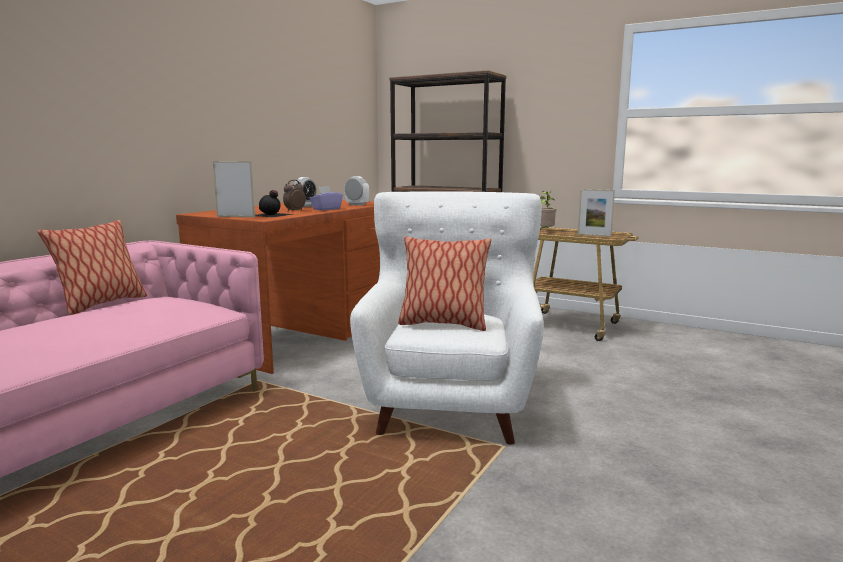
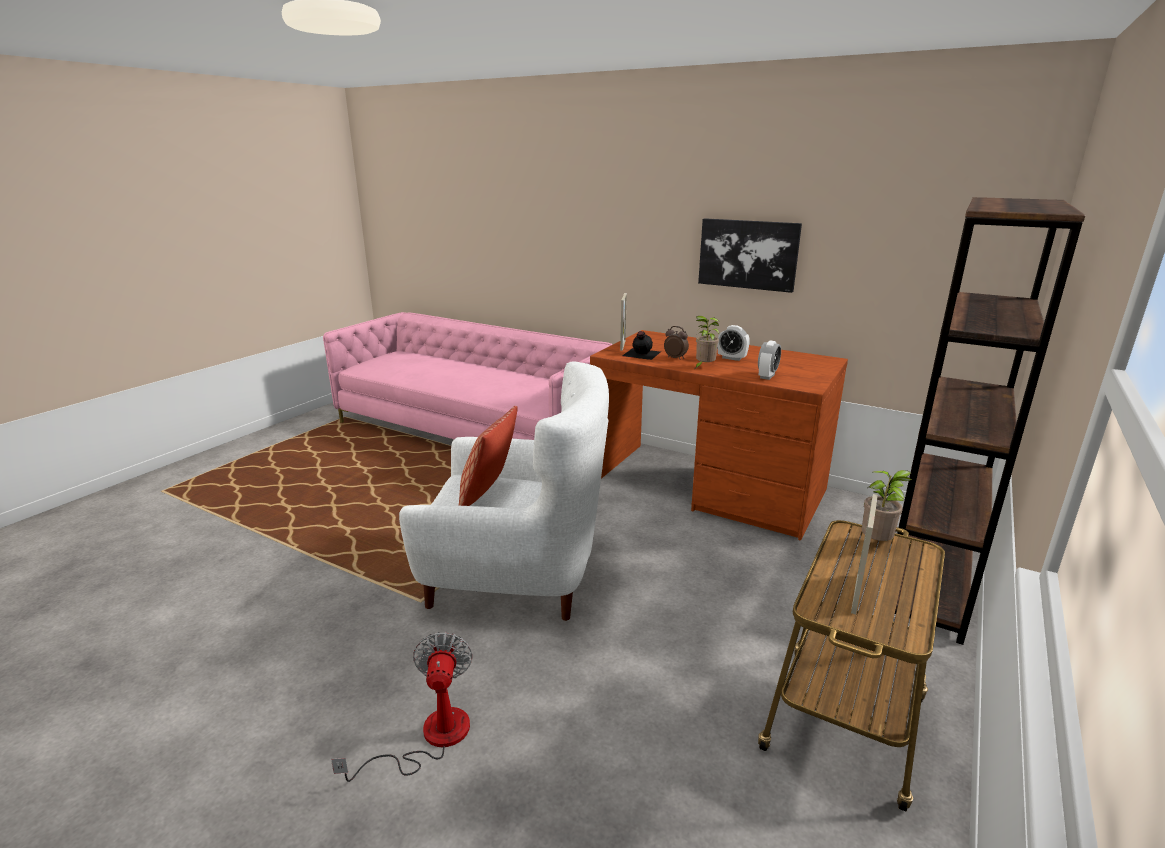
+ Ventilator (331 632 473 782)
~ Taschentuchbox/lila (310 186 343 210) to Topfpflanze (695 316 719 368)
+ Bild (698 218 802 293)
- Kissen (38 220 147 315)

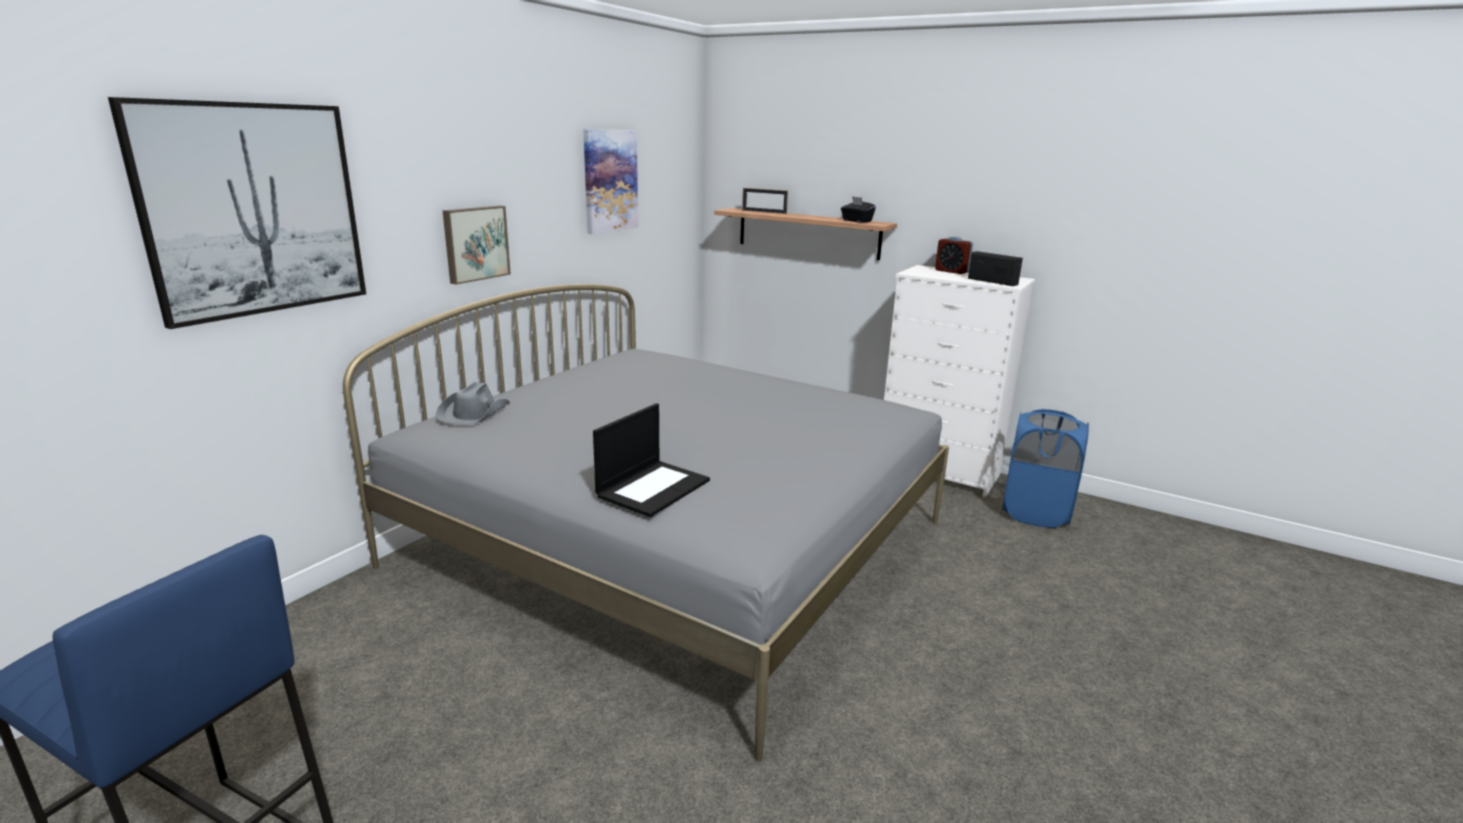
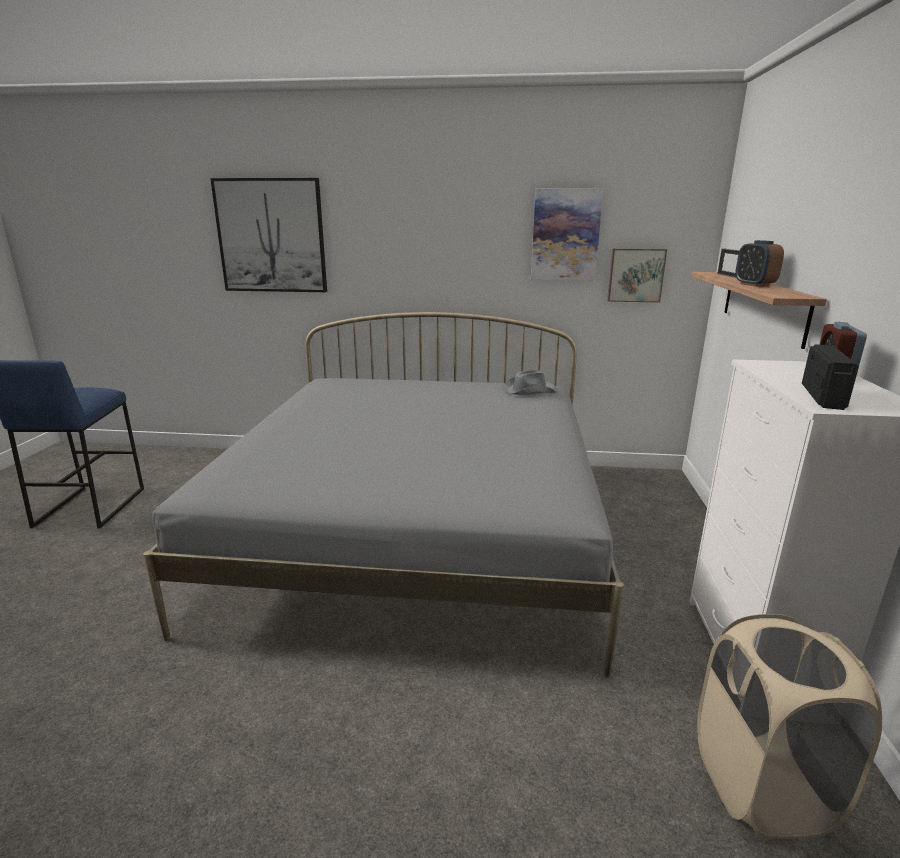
~ Hut/grau (436 382 511 425) to (501 370 558 395)
~ Bild (442 205 511 285) to (607 248 667 303)
~ Wäschekorb/blau (1002 409 1089 528) to Wäschekorb/beige (697 614 882 839)
+ Wecker (735 240 784 287)
- Laptop (593 403 710 517)
- Taschentuchbox/schwarz (841 196 876 223)

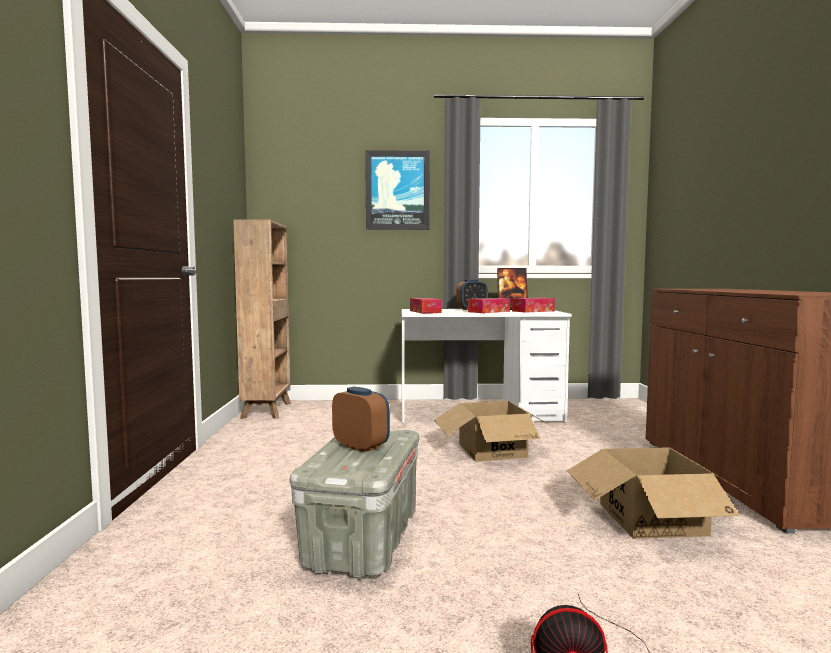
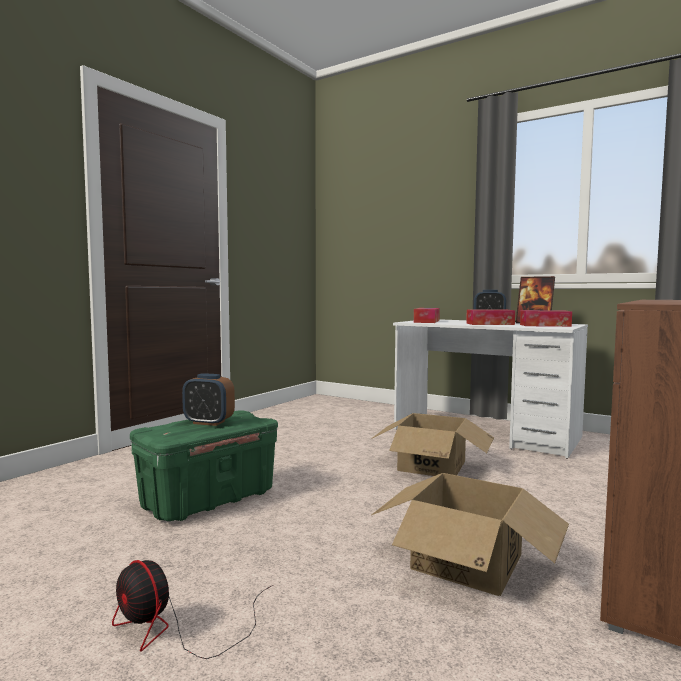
~ Aufbewahrungsbox/grau (290 430 419 579) to Aufbewahrungsbox/grün (130 410 278 521)
~ Wecker (332 386 390 453) = (182 374 235 426) 120 degrees clockwise
- Bücherregal/braun (233 219 291 419)
- Bild (365 150 430 230)

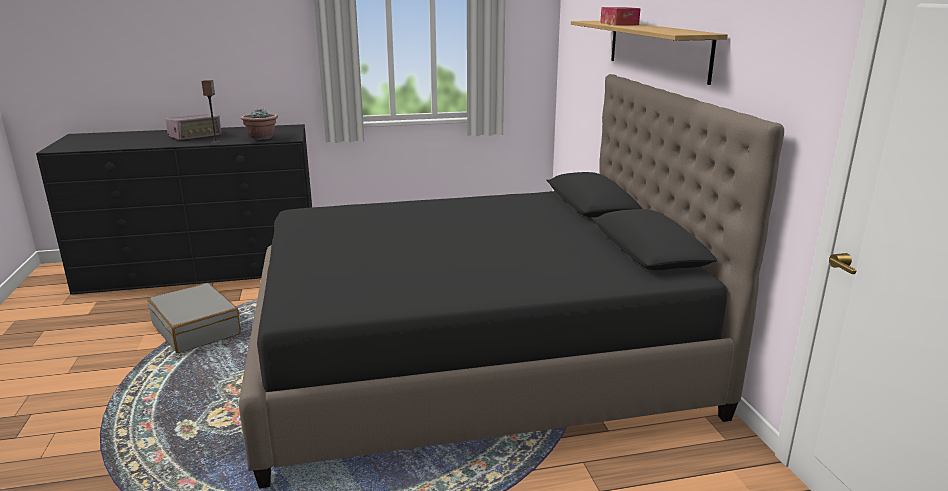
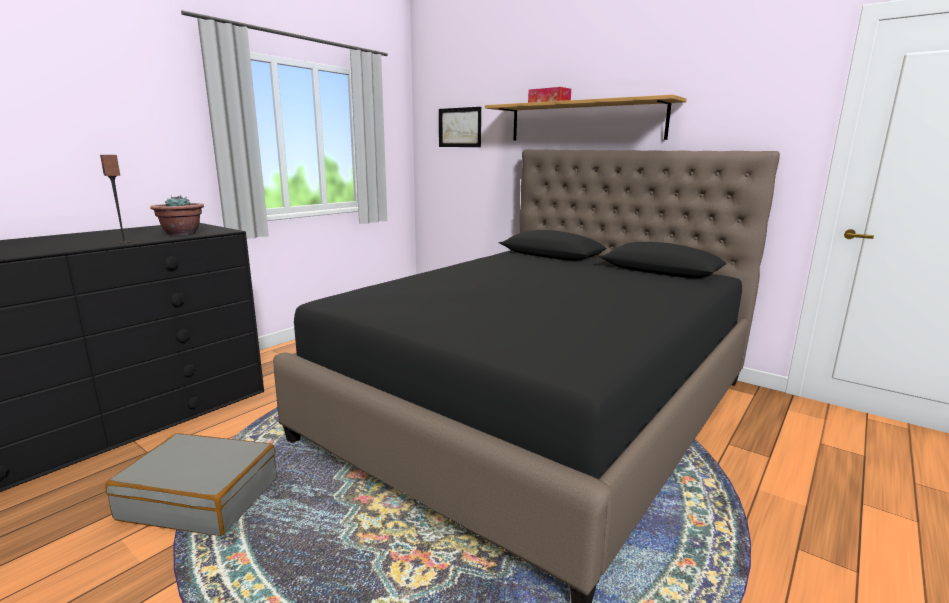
+ Bild (439 107 481 147)
- Radio (165 114 221 140)

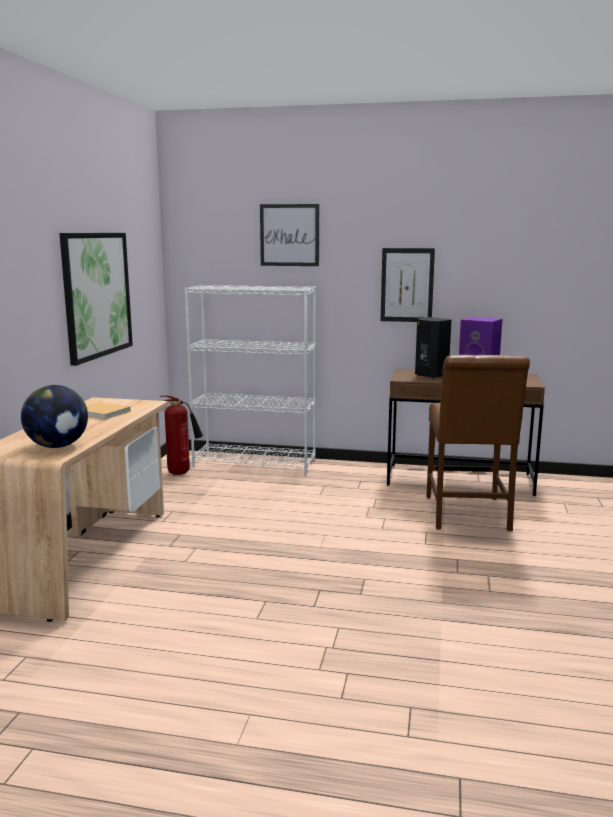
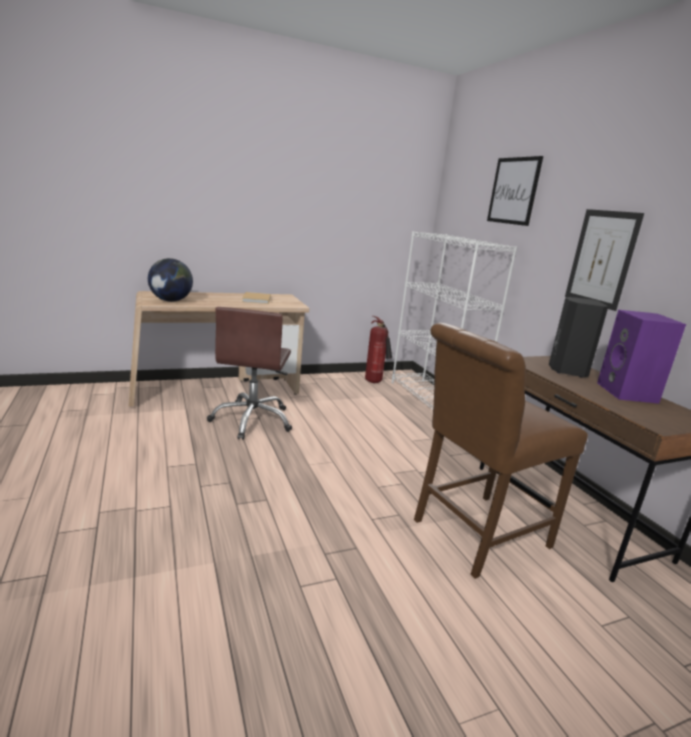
+ Bürostuhl/braun (207 307 292 440)
- Bild (59 233 133 366)

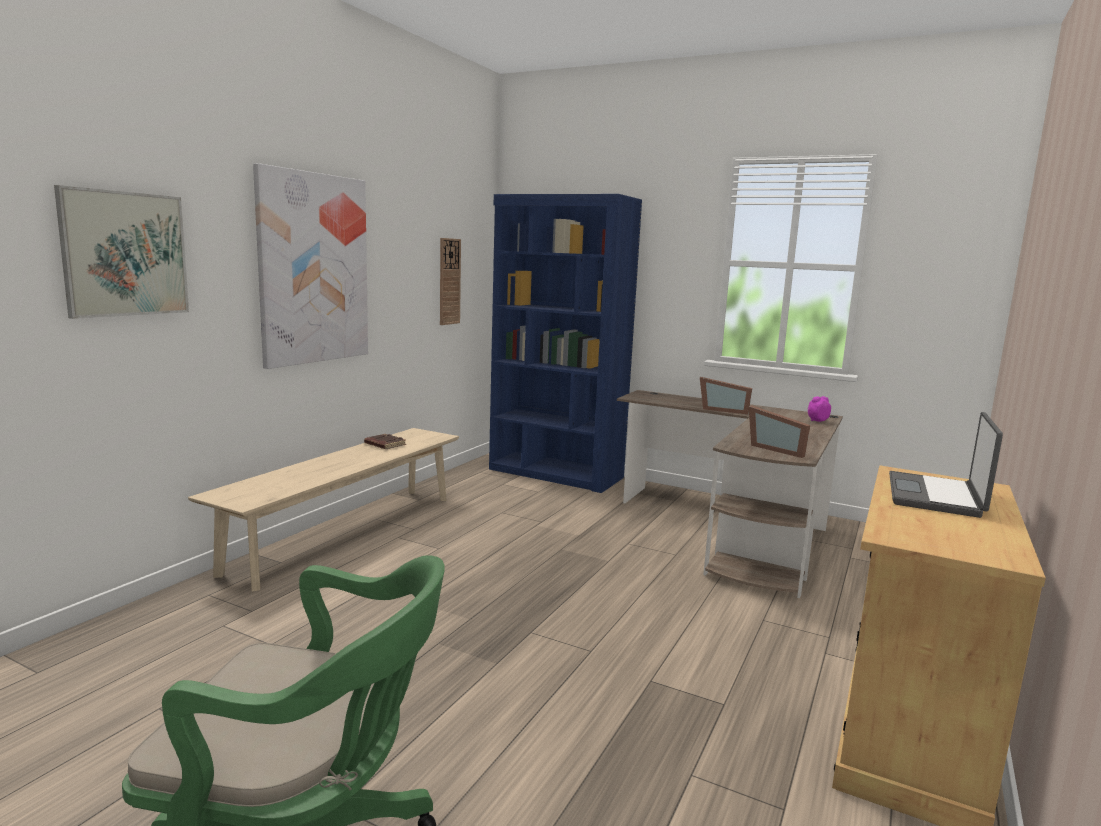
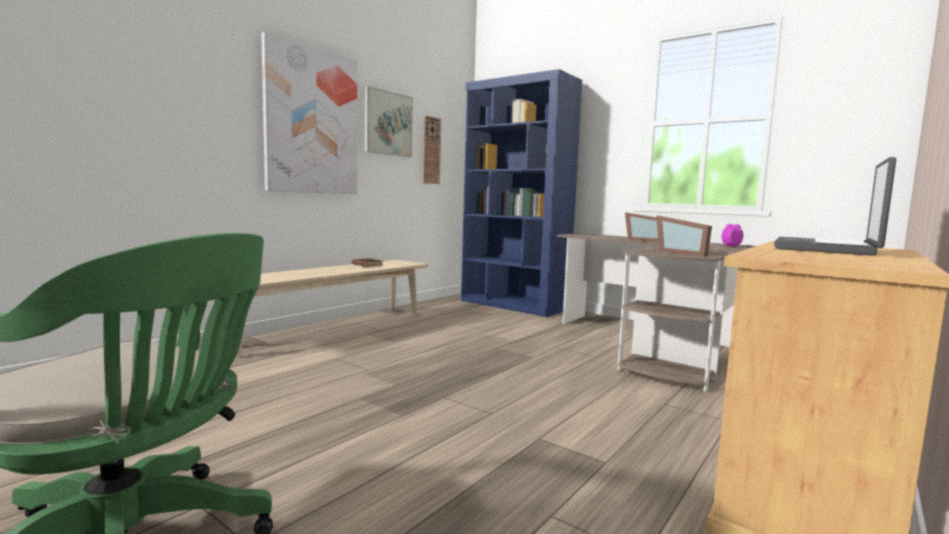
~ Bild (54 185 189 319) to (365 86 413 157)

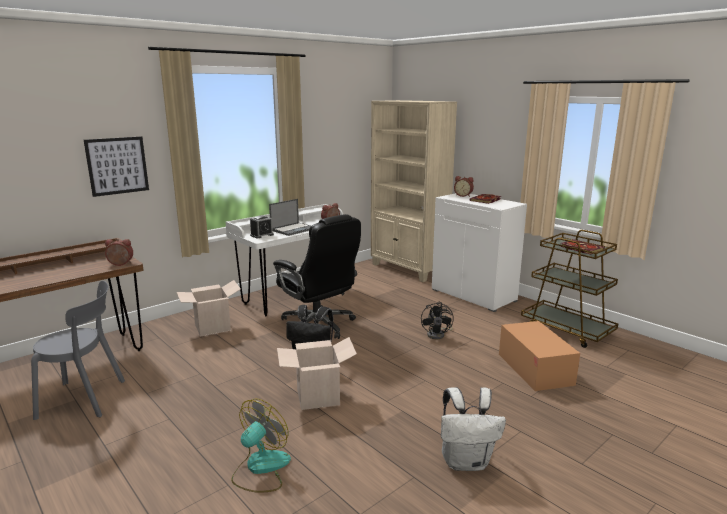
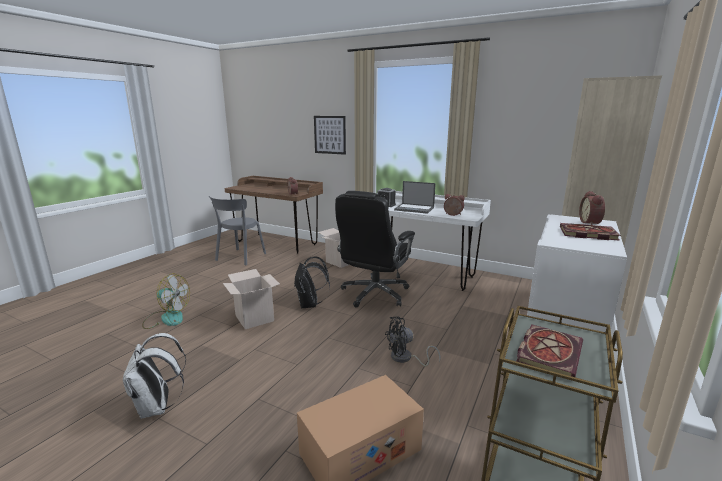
~ Stuhl/grau (31 281 125 420) = (209 196 266 265) 45 degrees clockwise

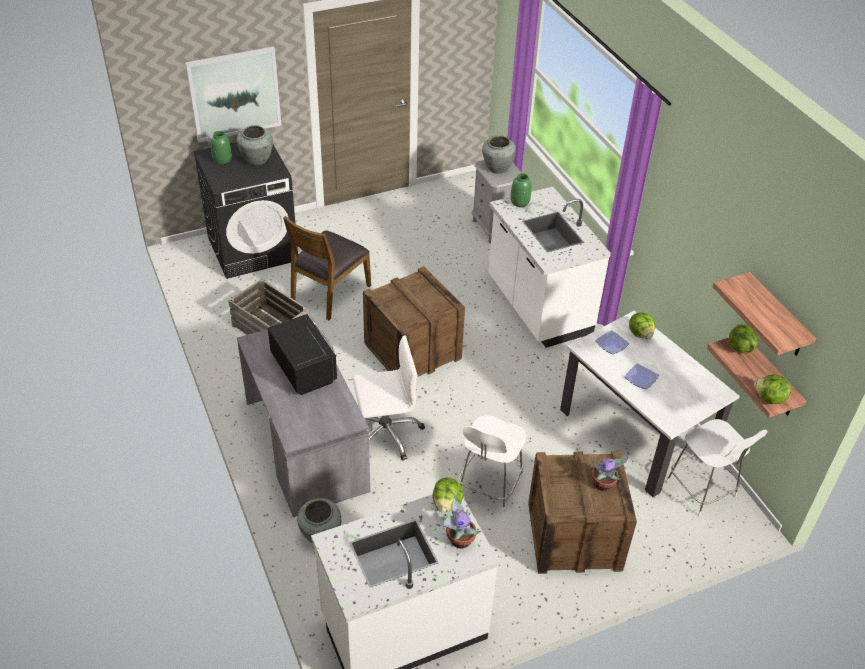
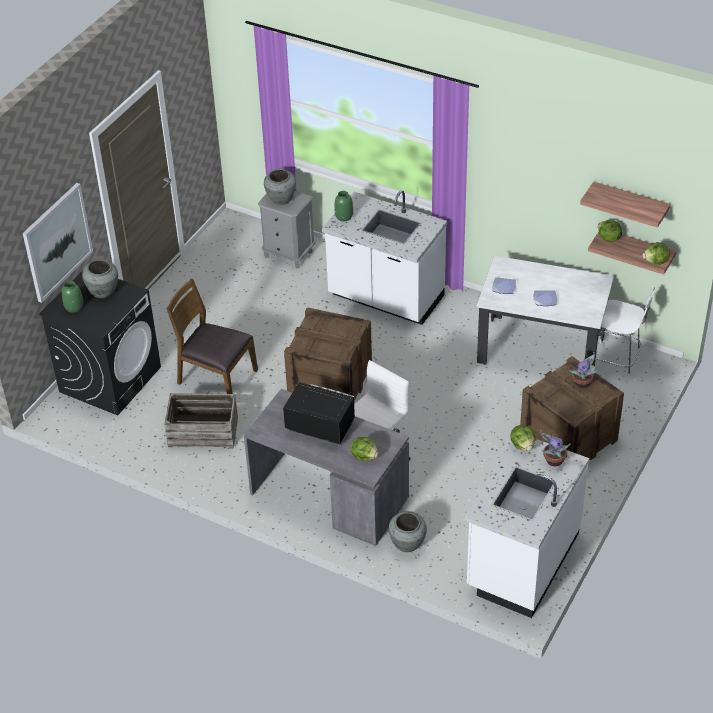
~ Stuhl/braun (283 216 371 320) = (166 279 258 394) 120 degrees clockwise
~ Salatkopf (629 312 655 339) to (351 437 379 461)
- Stuhl/weiß (459 415 526 512)

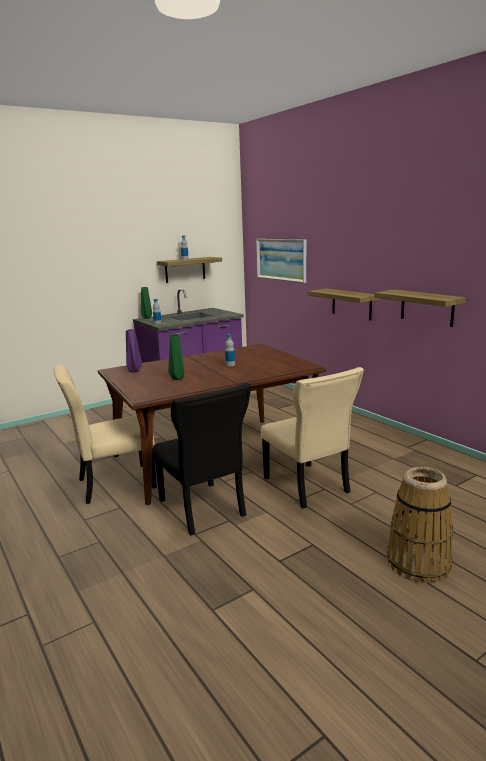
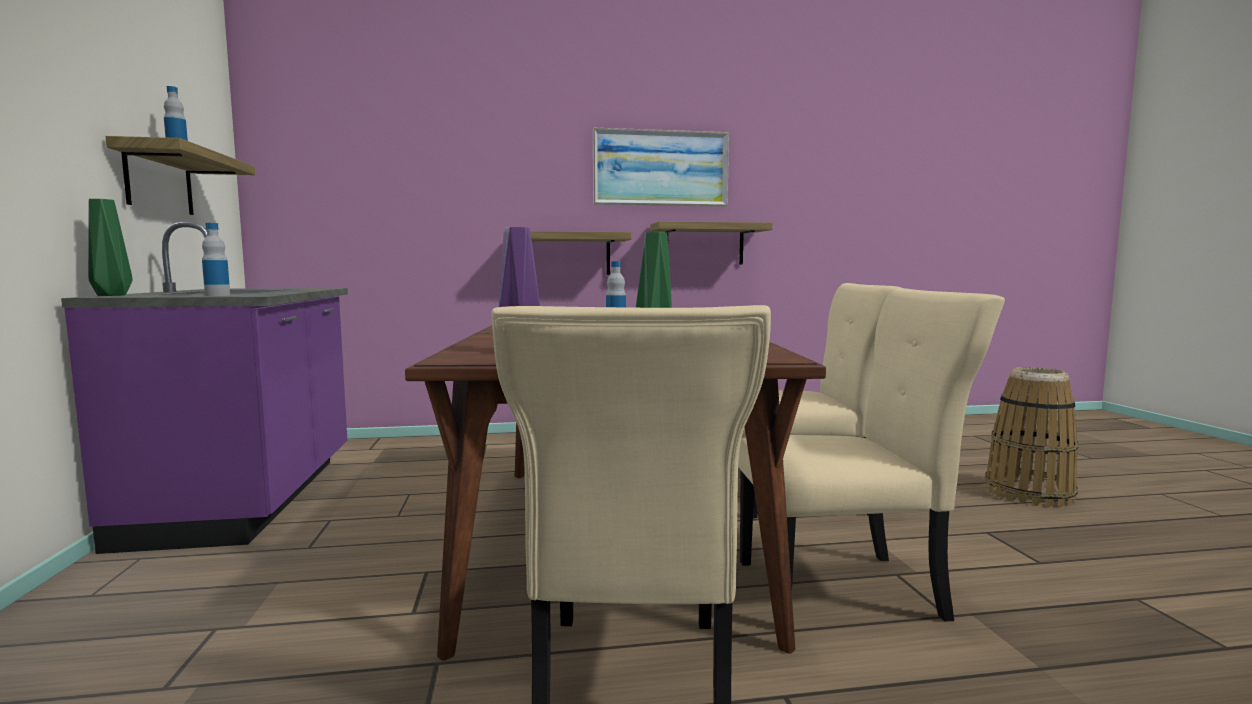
~ Bild (256 239 306 283) to (593 128 729 207)
~ Stuhl/schwarz (153 383 251 535) to Stuhl/beige (738 288 1005 622)

